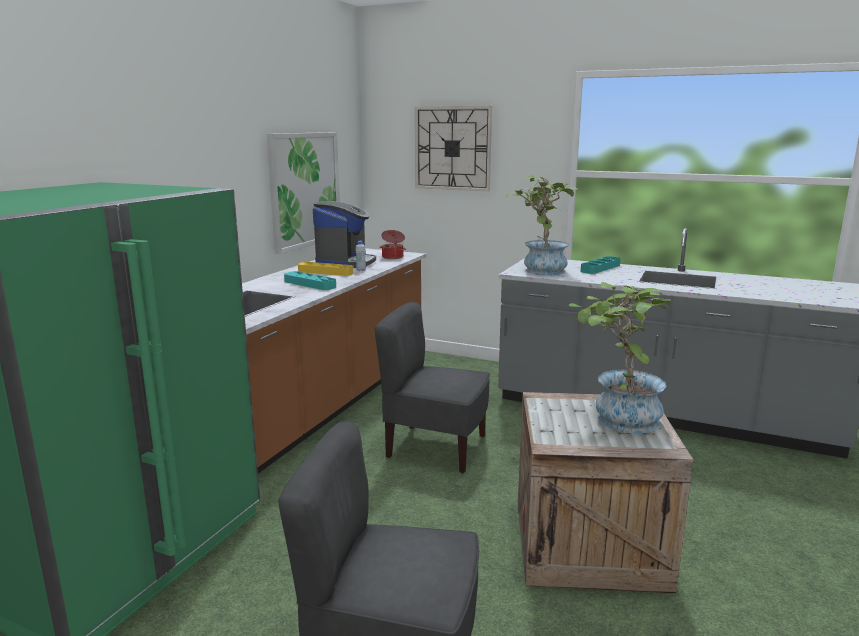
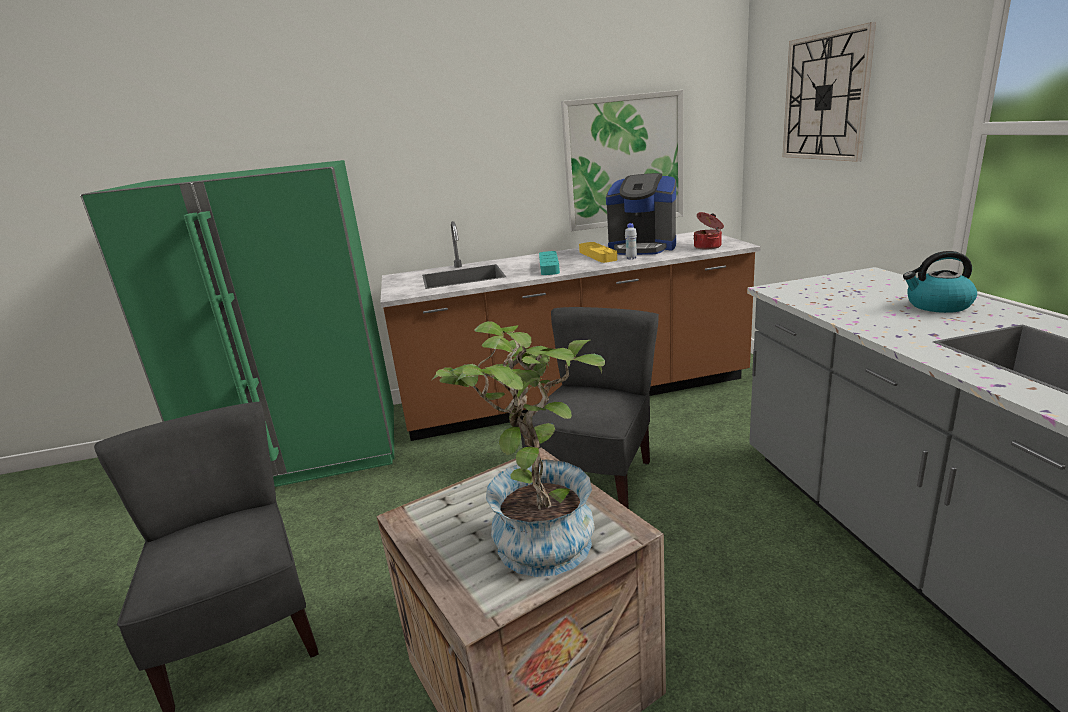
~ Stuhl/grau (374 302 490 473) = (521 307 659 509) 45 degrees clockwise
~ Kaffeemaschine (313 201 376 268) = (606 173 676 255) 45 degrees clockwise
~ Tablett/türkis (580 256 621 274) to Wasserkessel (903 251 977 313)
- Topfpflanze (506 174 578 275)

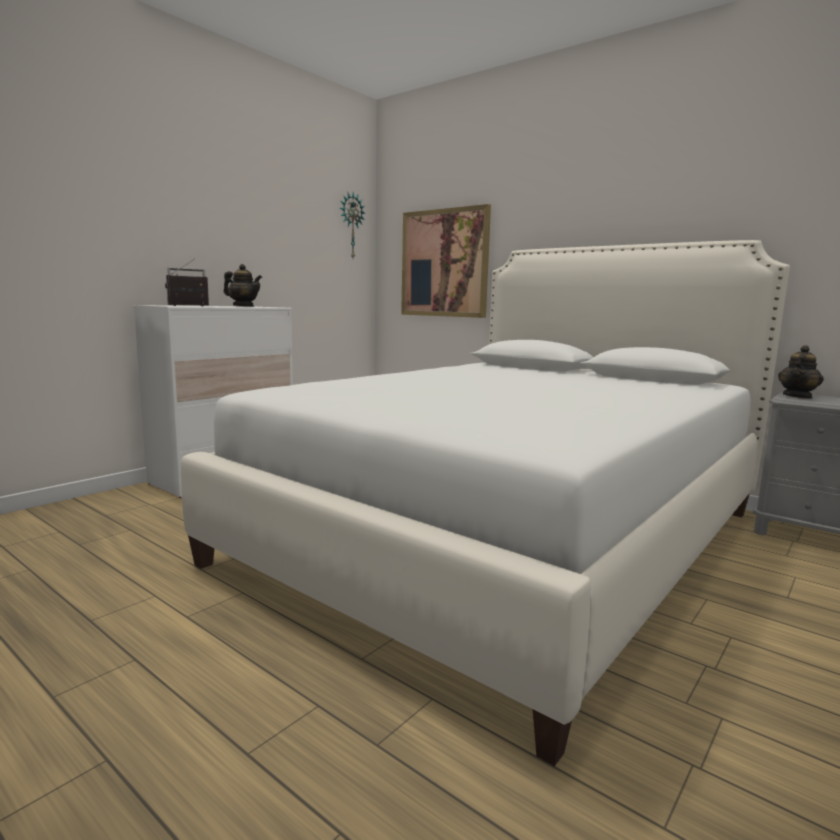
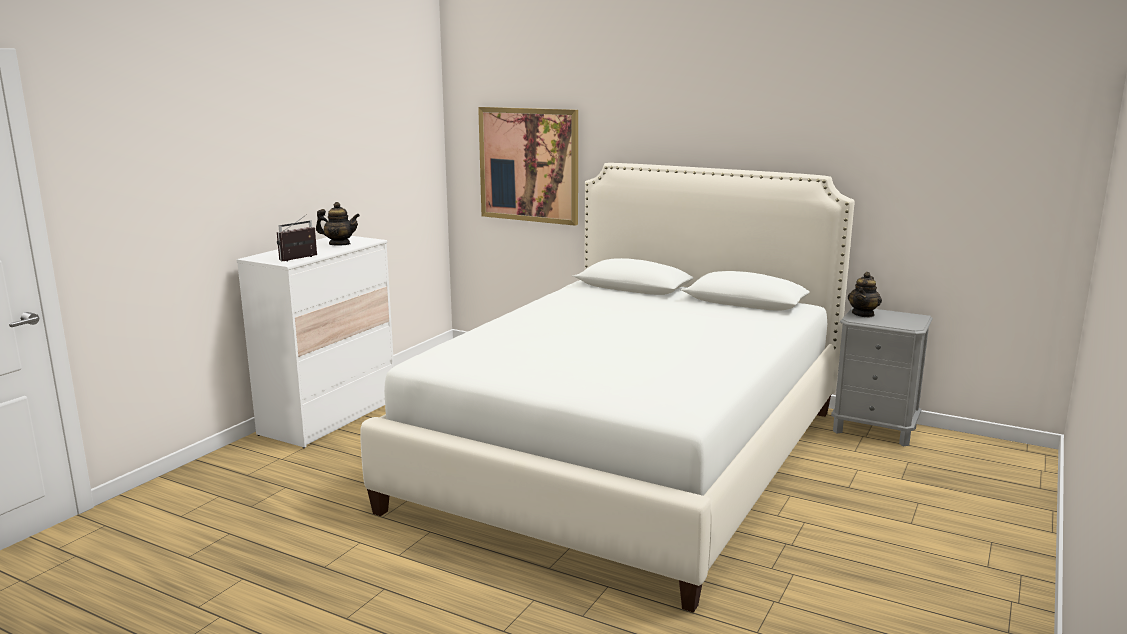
- Wanduhr (340 192 365 258)

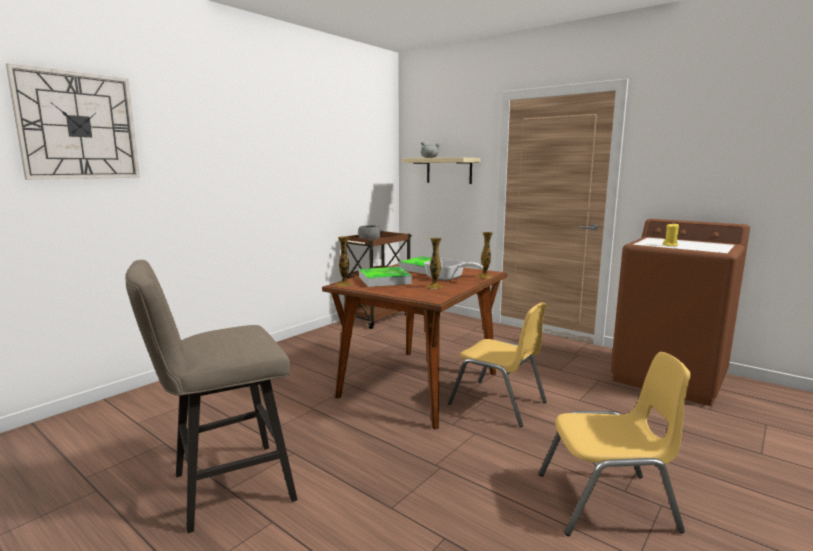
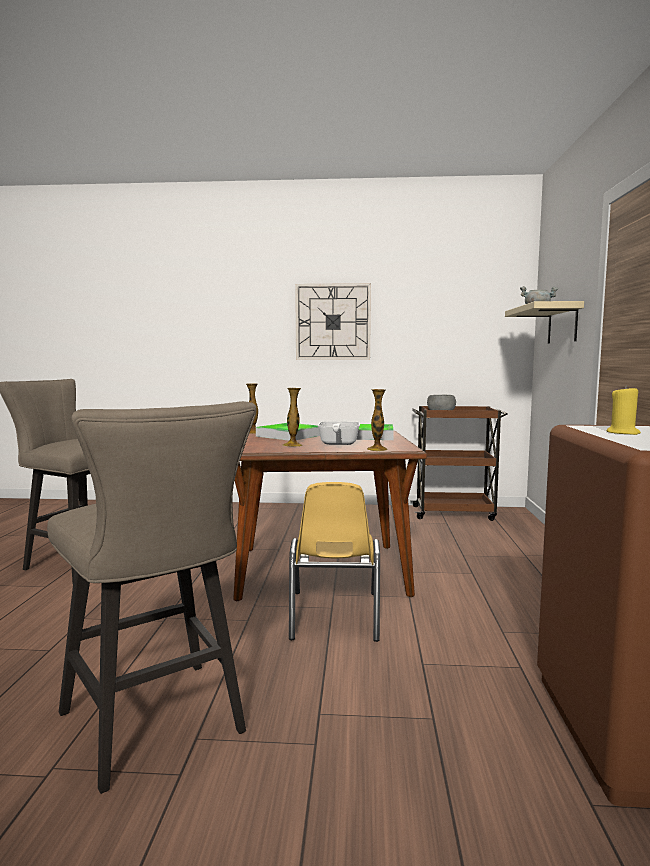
~ Stuhl/gelb (539 352 691 536) to Hocker/beige (47 401 257 794)
~ Wanduhr (6 63 140 180) to (295 283 371 360)

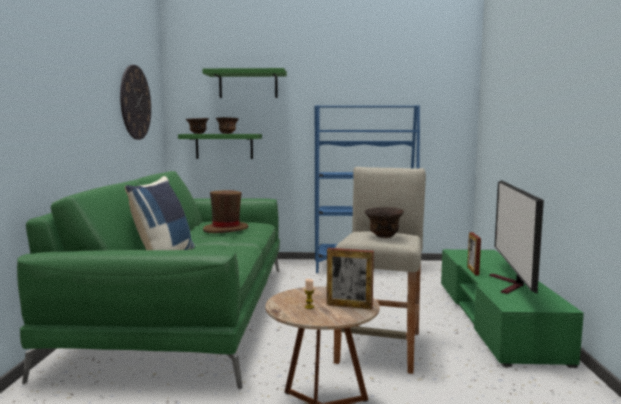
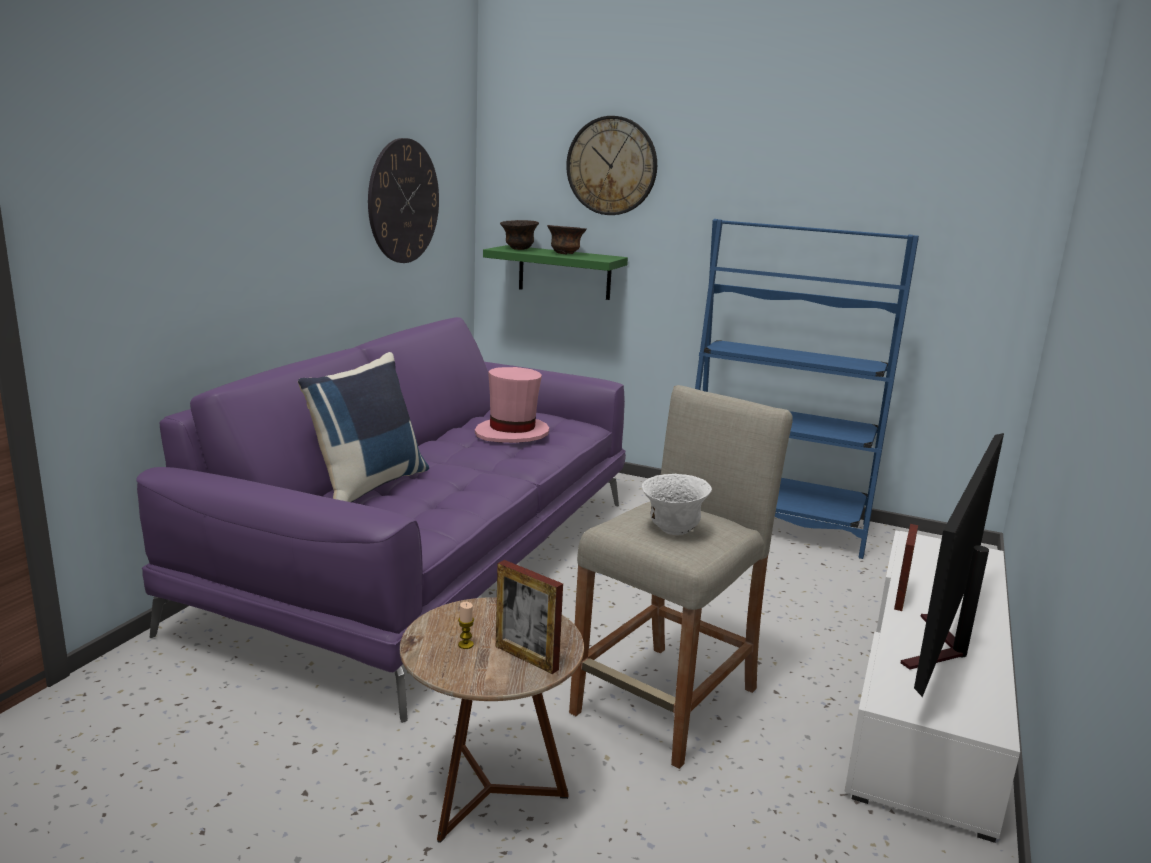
~ Sofa/grün (17 171 280 389) to Sofa/lila (136 317 626 723)
~ Hut/braun (203 190 248 233) to Hut/rosa (475 367 549 443)
~ Wandregal/grün (202 68 287 98) to Wanduhr (566 116 657 215)
~ Schüssel/braun (364 207 404 238) to Schüssel/weiß (642 474 712 535)
~ Fernsehschrank/grün (441 249 584 368) to Fernsehschrank/weiß (844 530 1020 843)

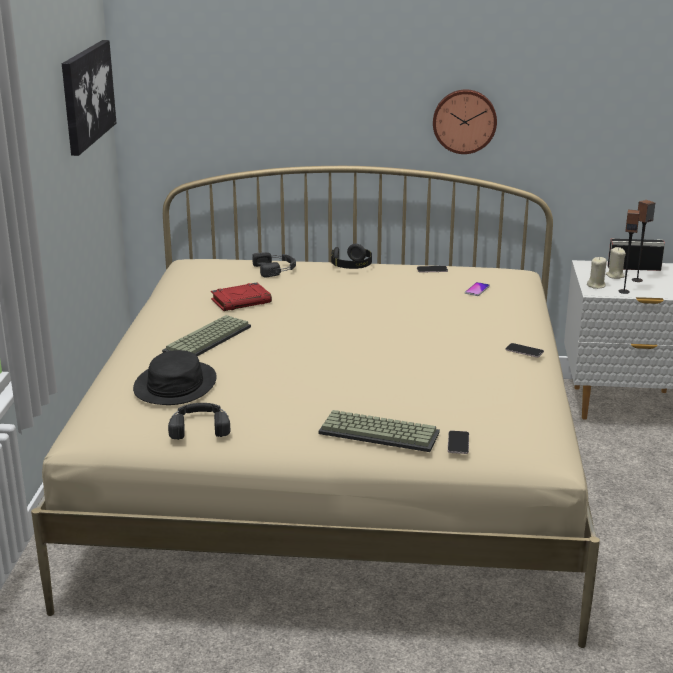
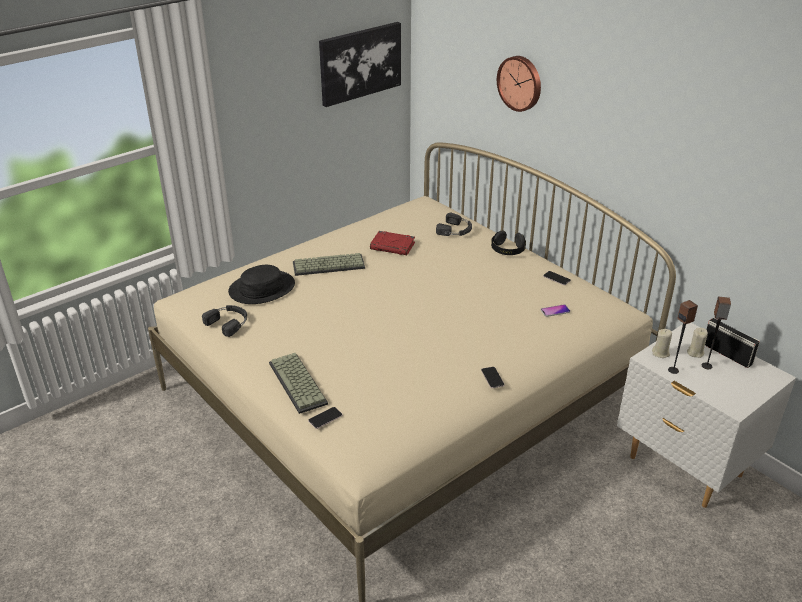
~ Wanduhr (433 89 497 154) to (497 56 541 112)

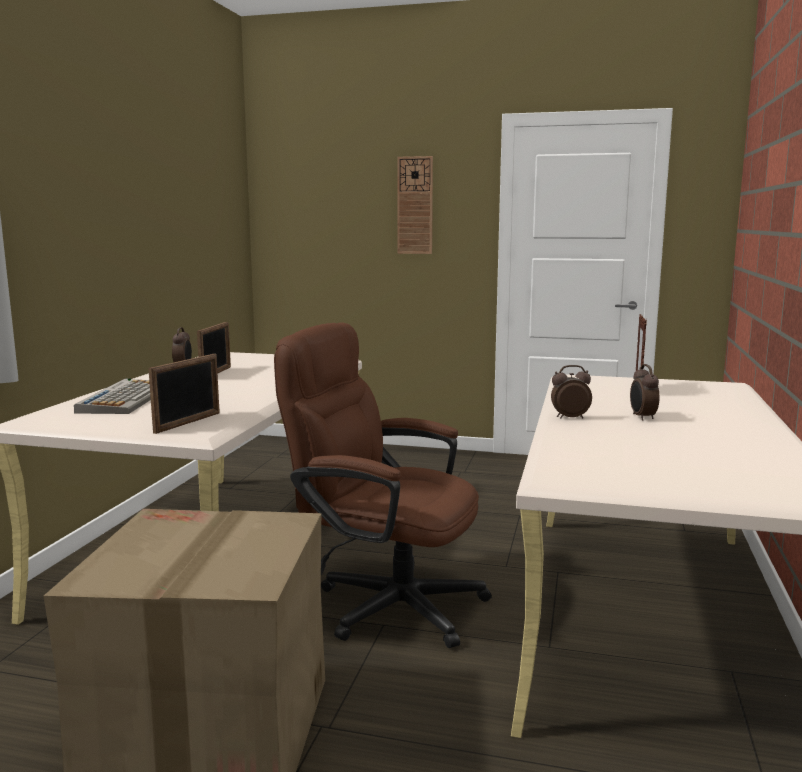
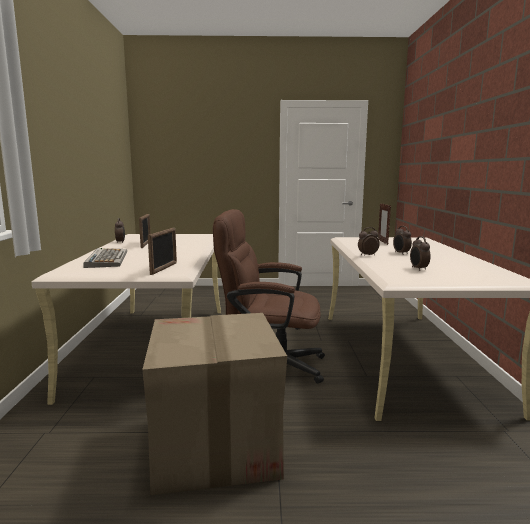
+ Wecker (410 236 431 271)
- Wanduhr (397 156 433 254)

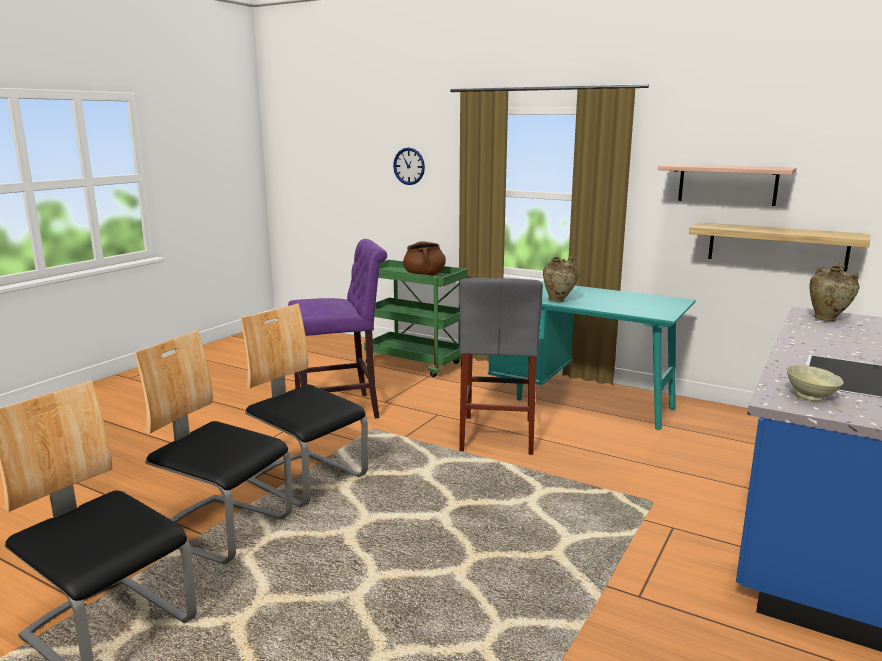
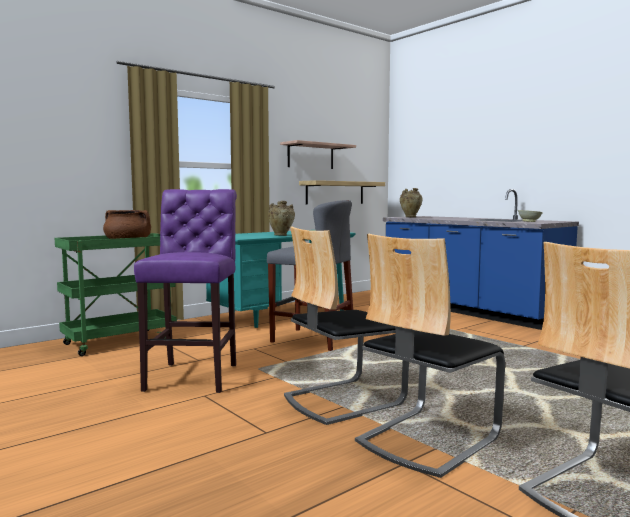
- Wanduhr (393 148 425 185)

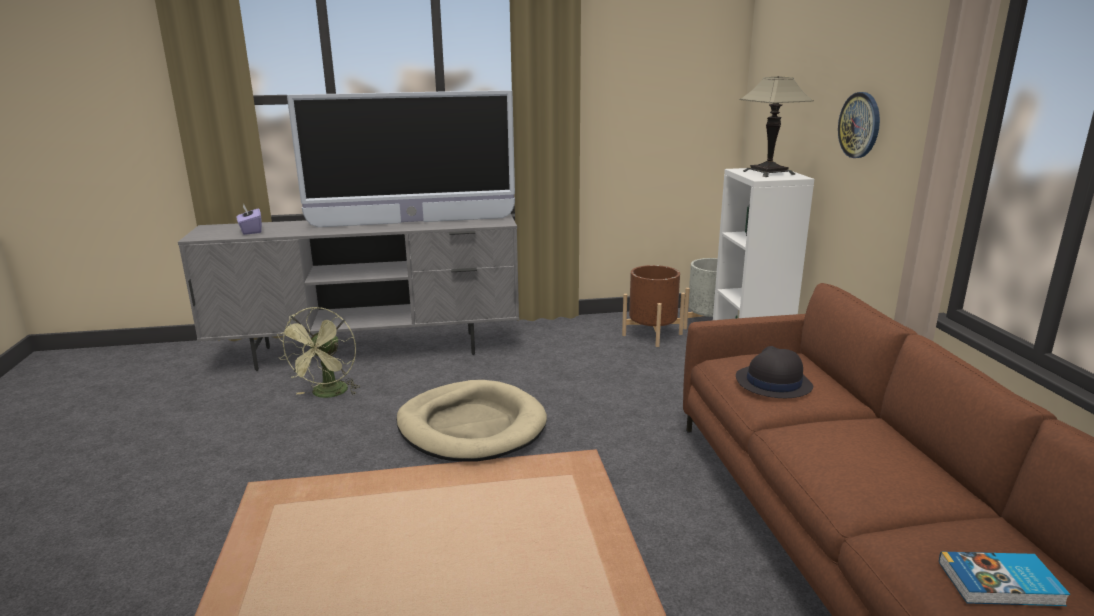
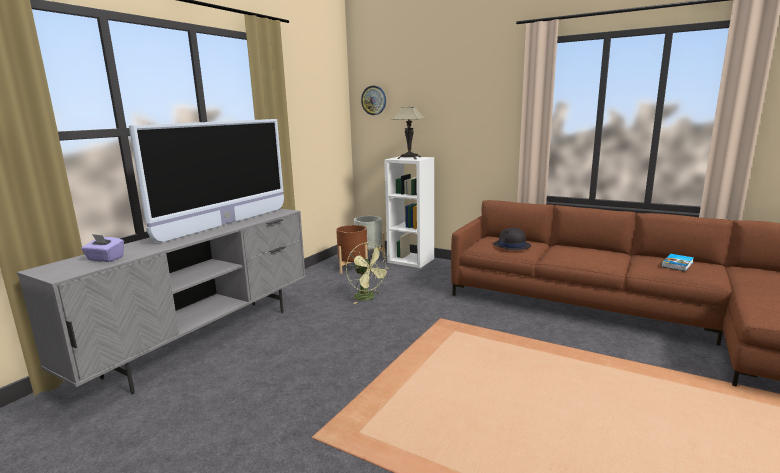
~ Ventilator/grün (277 307 359 398) to (346 243 391 304)
~ Wanduhr (838 92 880 158) to (361 86 386 115)
- Hundebett/beige (396 380 547 461)

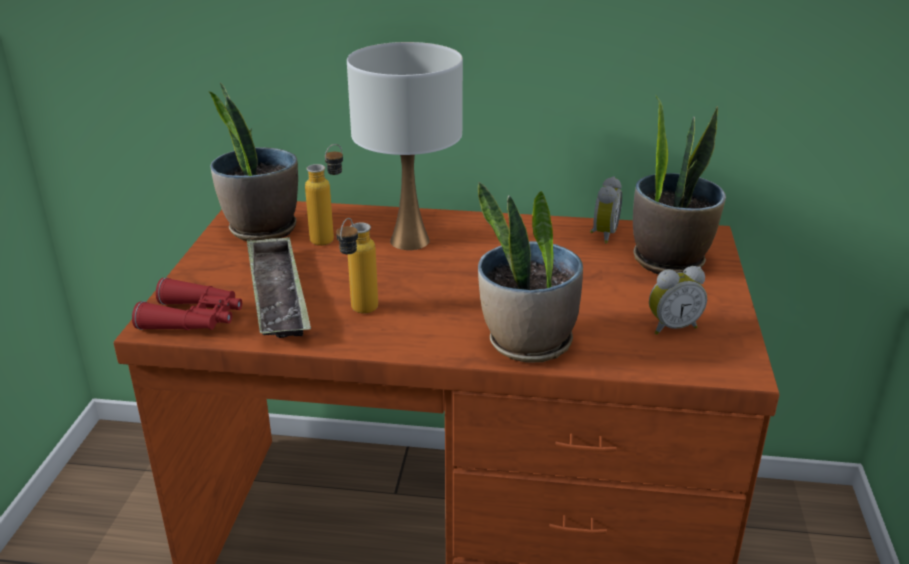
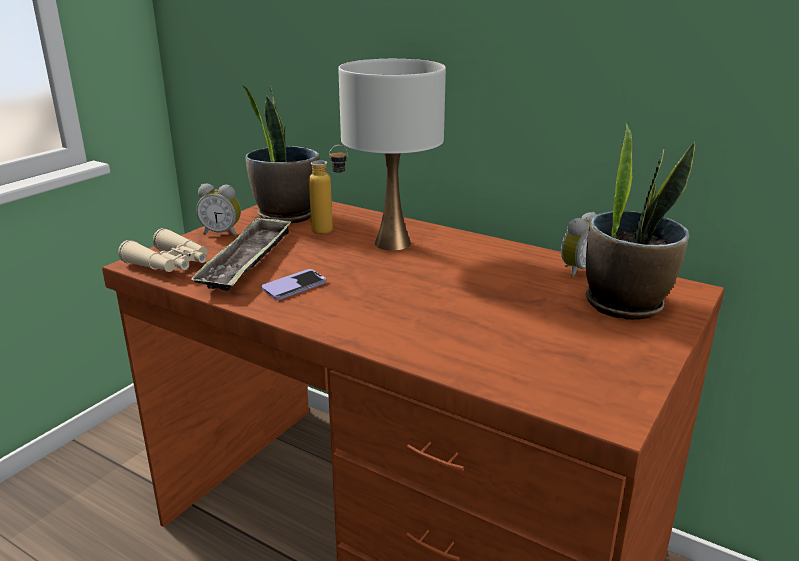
~ Fernglas/rot (132 277 242 330) to Fernglas/beige (118 228 208 272)
~ Wecker (649 266 707 335) to (196 184 241 237)
~ Flasche (336 218 378 314) to Handy (262 269 326 300)
- Topfpflanze (478 182 583 363)

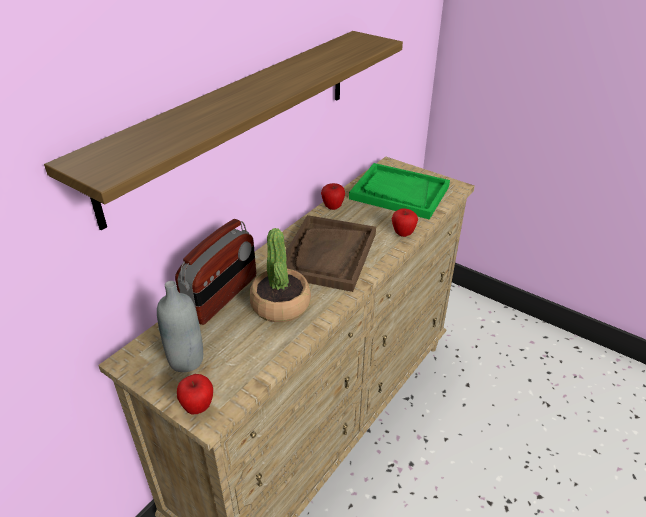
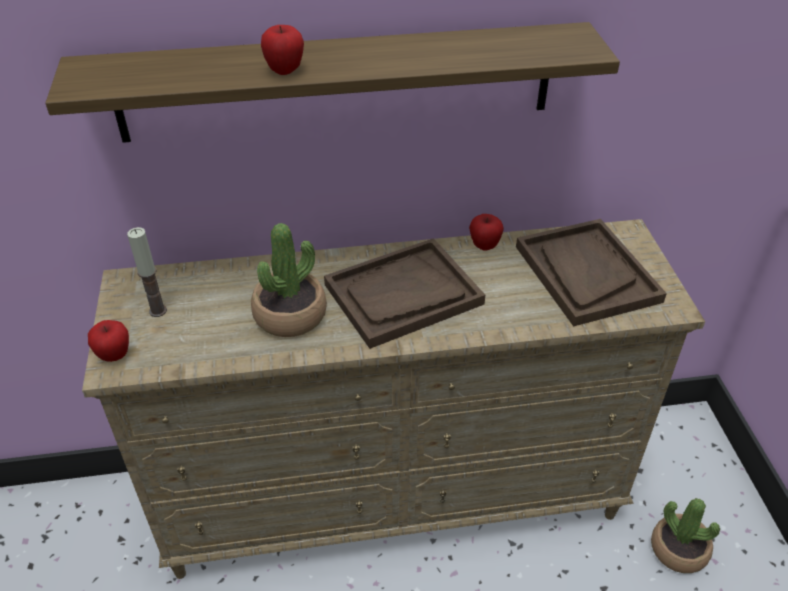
~ Flasche/grau (157 281 203 372) to Kerze (127 227 167 317)
~ Apfel (392 208 418 237) to (261 25 304 75)
~ Tablett/grün (349 163 450 220) to Tablett/braun (516 219 667 327)
+ Topfpflanze (651 498 720 573)
- Radio (175 219 256 325)

